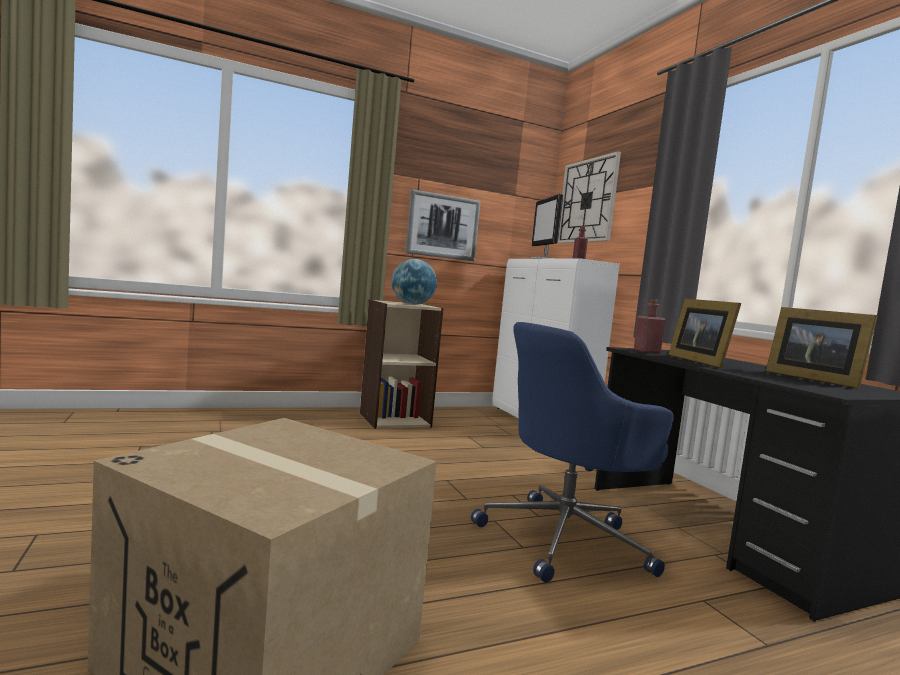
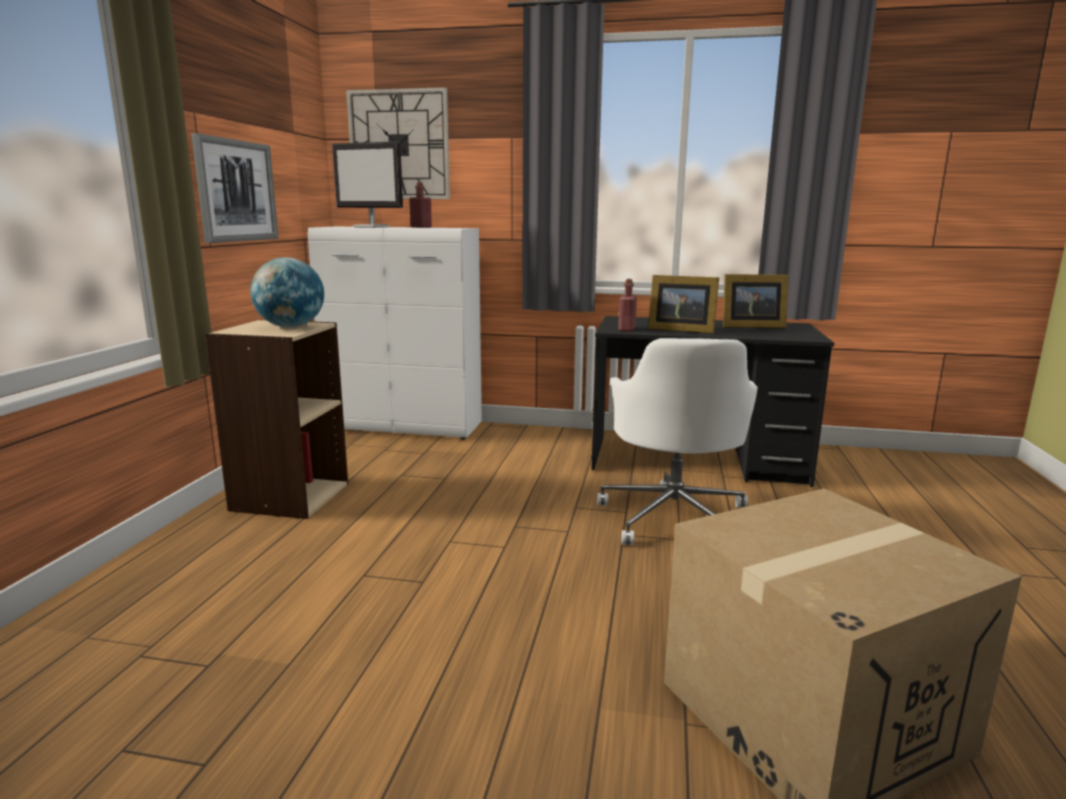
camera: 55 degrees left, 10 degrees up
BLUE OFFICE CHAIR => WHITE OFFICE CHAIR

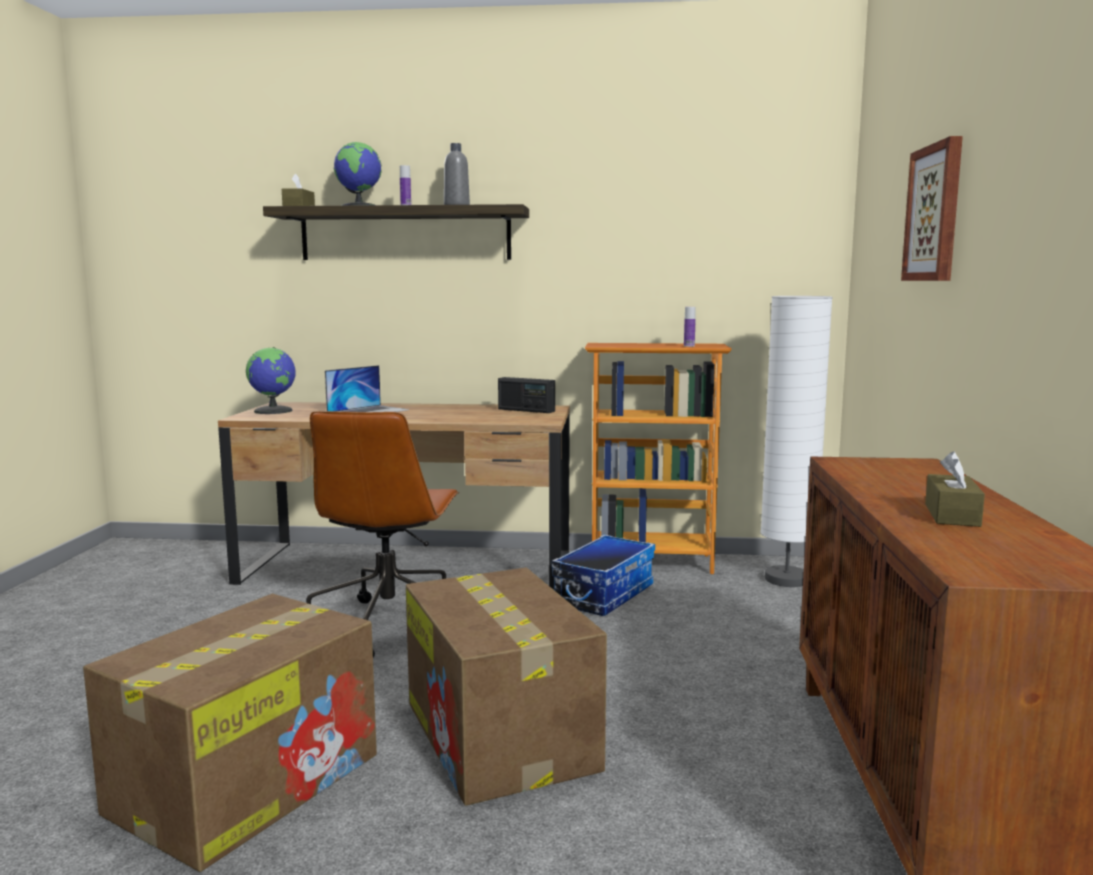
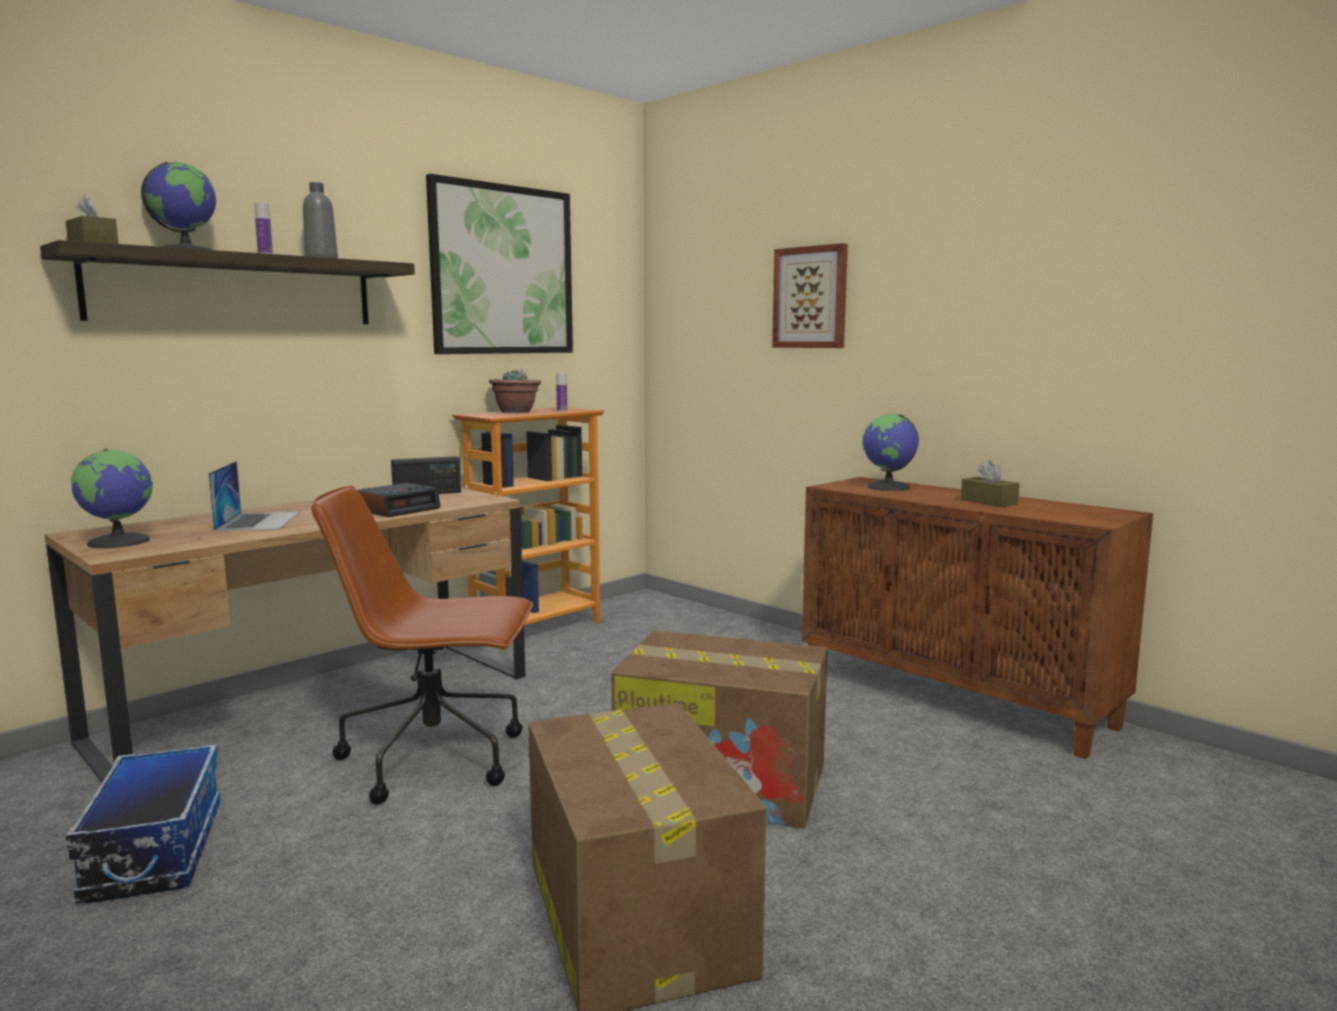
camera: 50 degrees left, 0 degrees up
WHITE FLOOR LAMP => nothing
nothing => ALARM CLOCK
nothing => PICTURE (no. 1 from left)
nothing => POTTED PLANT
nothing => GLOBE (no. 3 from left)
STORAGE BOX, shifted
BROWN OFFICE CHAIR, 135 degrees clockwise

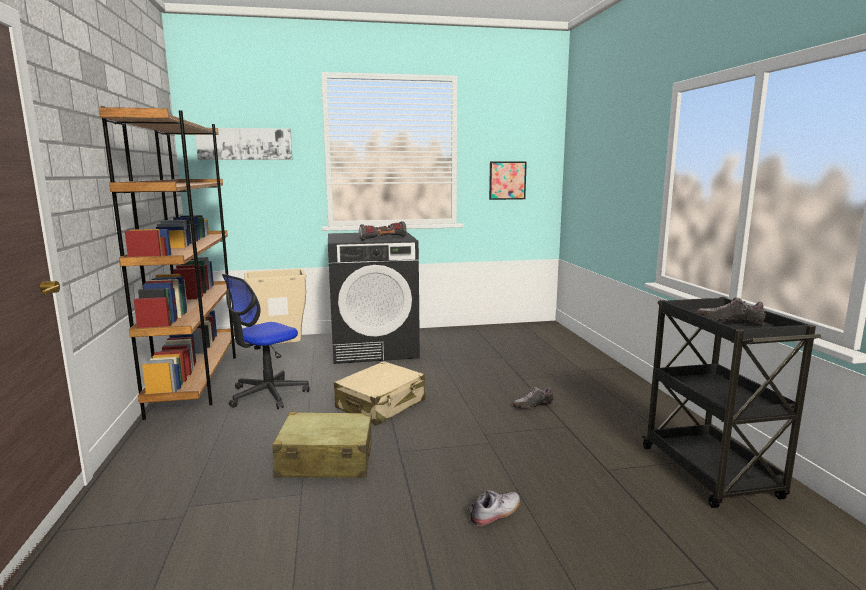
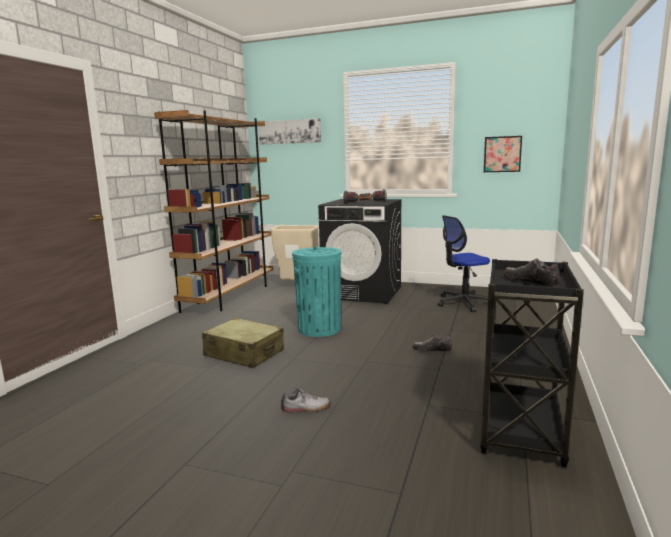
camera: 30 degrees right, 0 degrees up
OFFICE CHAIR, shifted
BEIGE SUITCASE (no. 2 from left) => TURQUOISE TRASH CAN

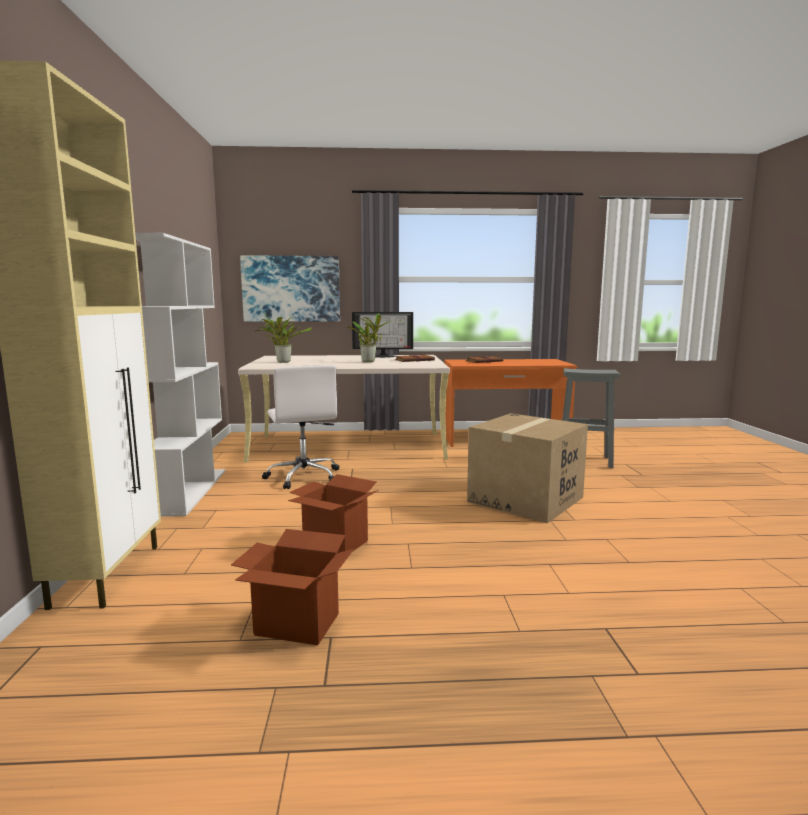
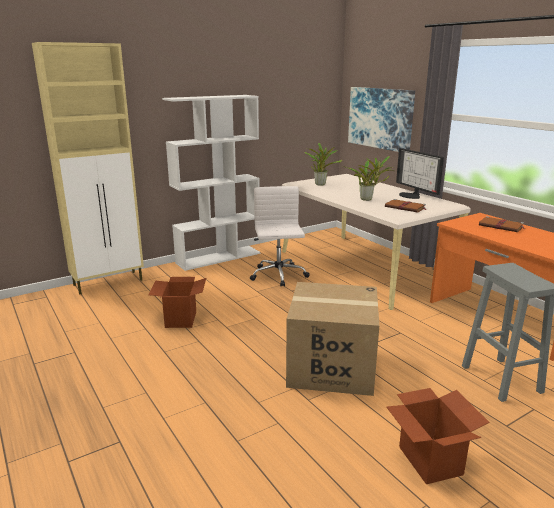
camera: 60 degrees right, 10 degrees up
CARDBOARD BOX (no. 1 from left in the first image) => CARDBOARD BOX (no. 3 from left), shifted
WHITE OFFICE CHAIR, 135 degrees clockwise

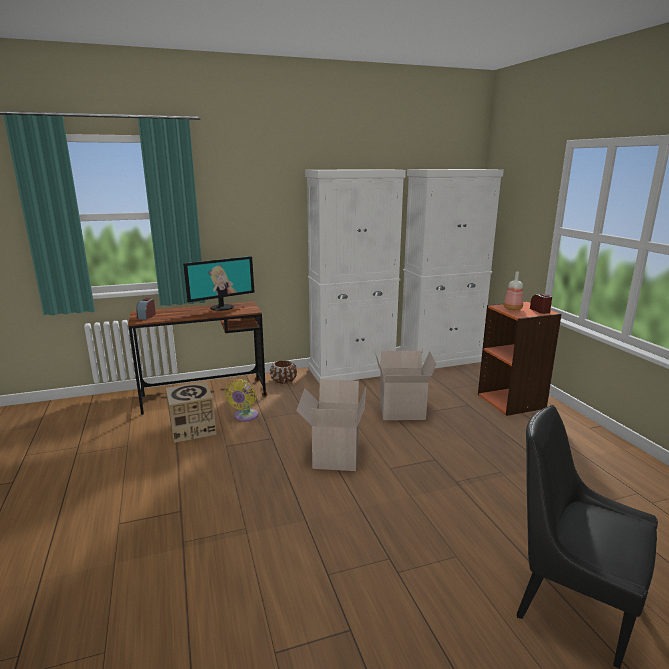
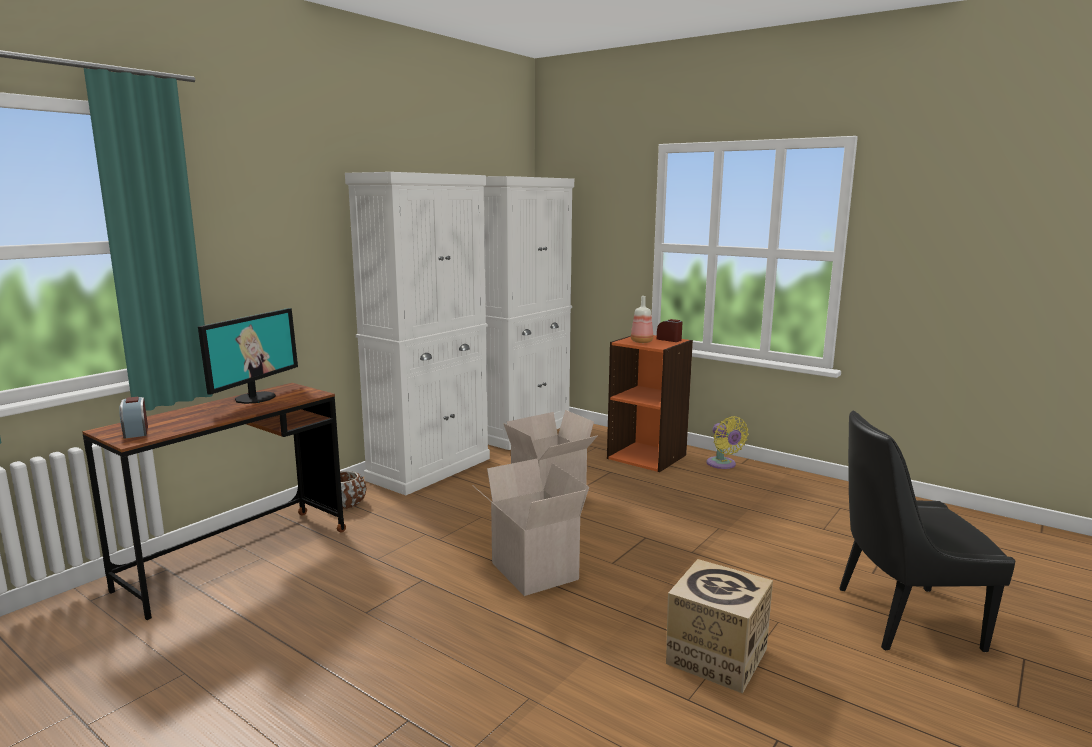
camera: 35 degrees left, 5 degrees down
CARDBOARD BOX (no. 1 from left in the first image) => CARDBOARD BOX (no. 3 from left), shifted
YELLOW FAN, shifted

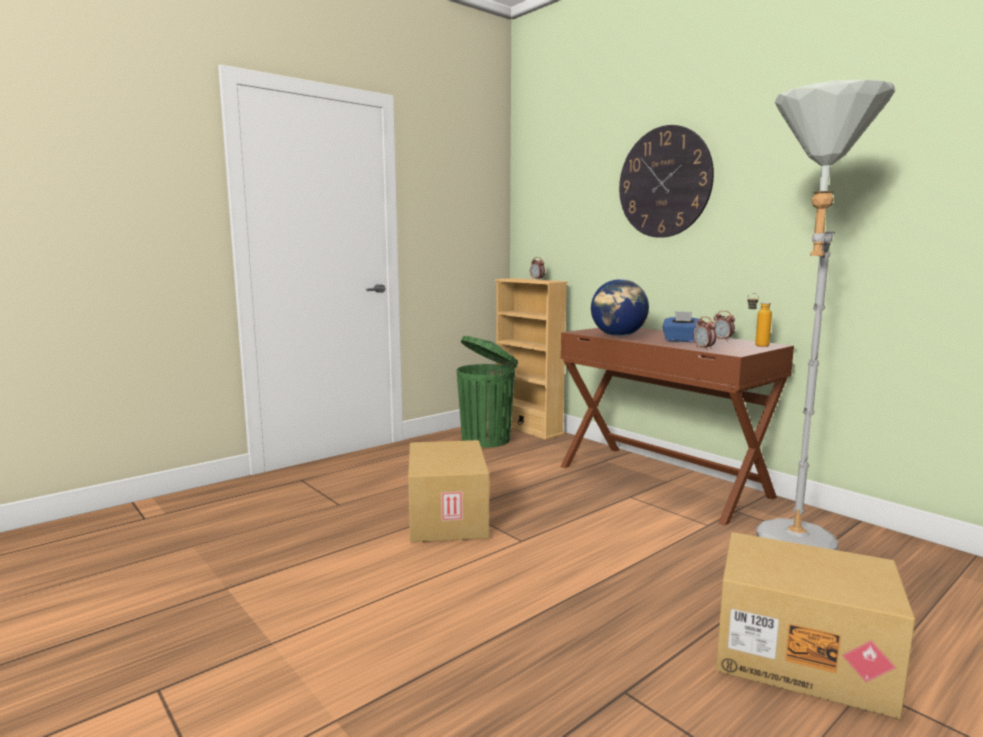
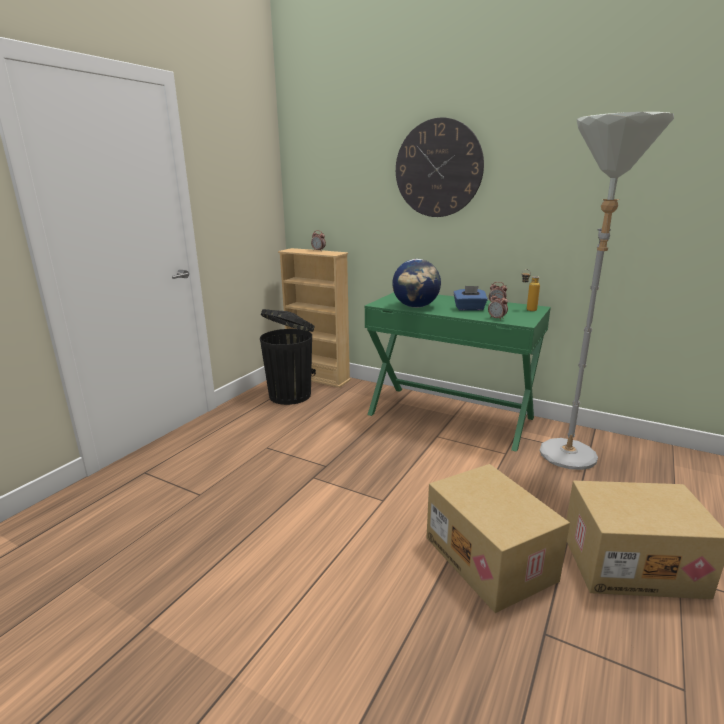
camera: 20 degrees left, 10 degrees up
CARDBOARD BOX (no. 1 from left), shifted
GREEN TRASH CAN => BLACK TRASH CAN
BROWN DESK => GREEN DESK

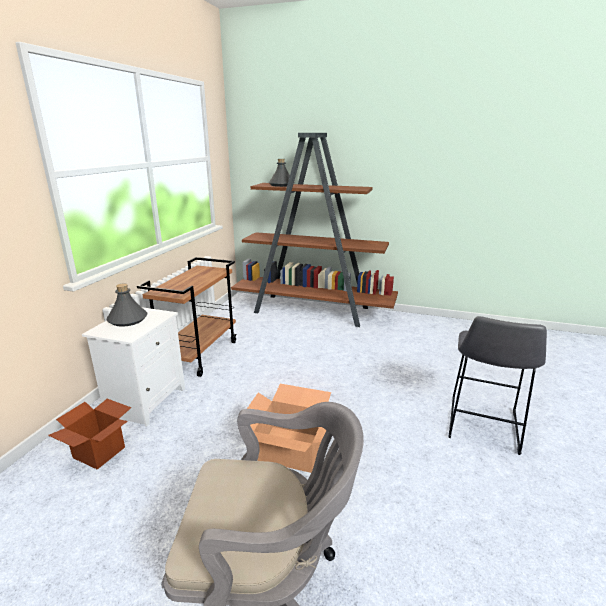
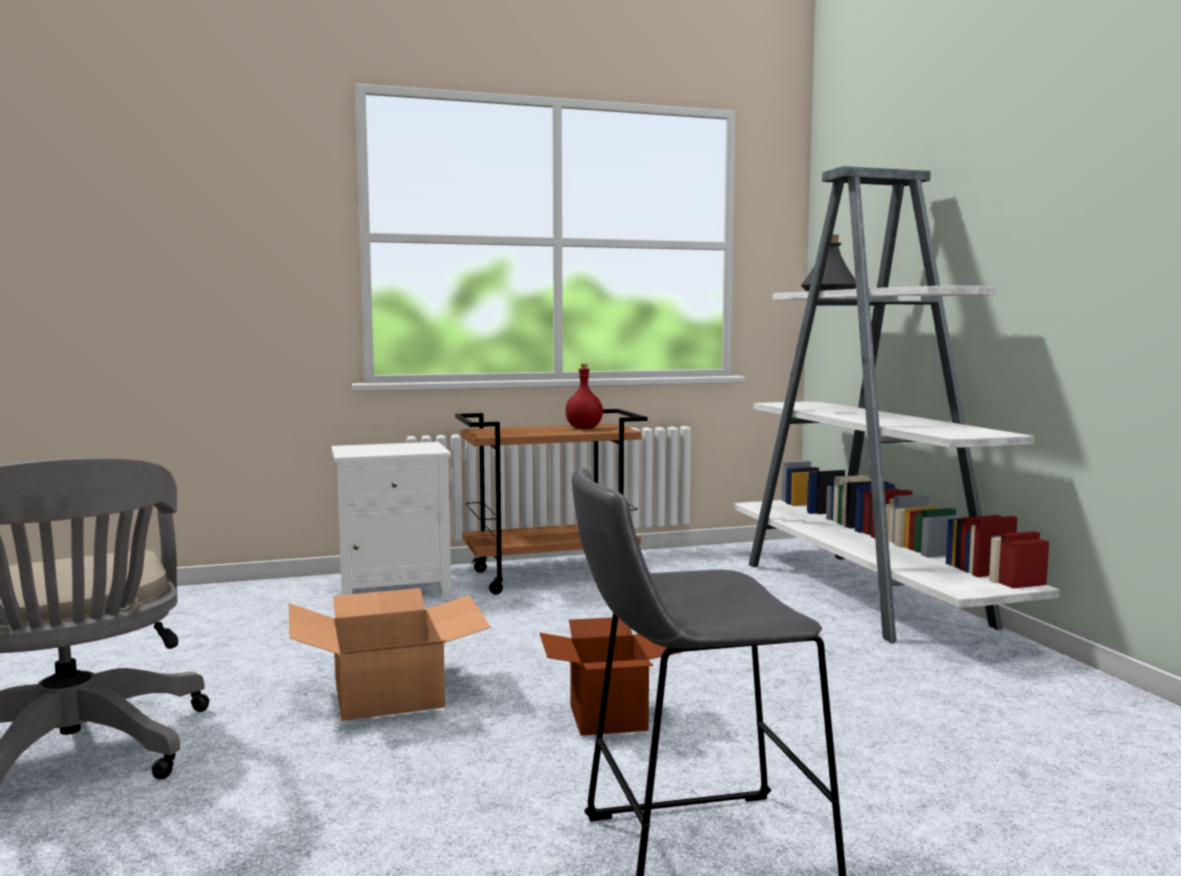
camera: 55 degrees right, 15 degrees down
GREY BOTTLE (no. 1 from left) => nothing
nothing => RED BOTTLE
CARDBOARD BOX (no. 1 from left in the first image) => CARDBOARD BOX (no. 2 from left), shifted
BROWN BOOKCASE => WHITE BOOKCASE

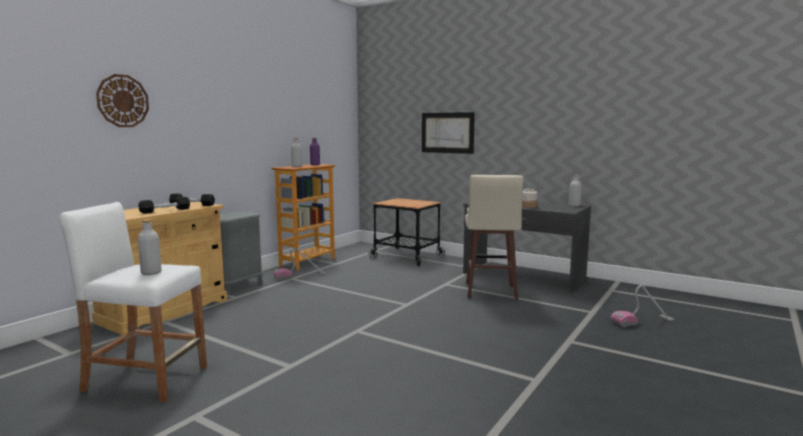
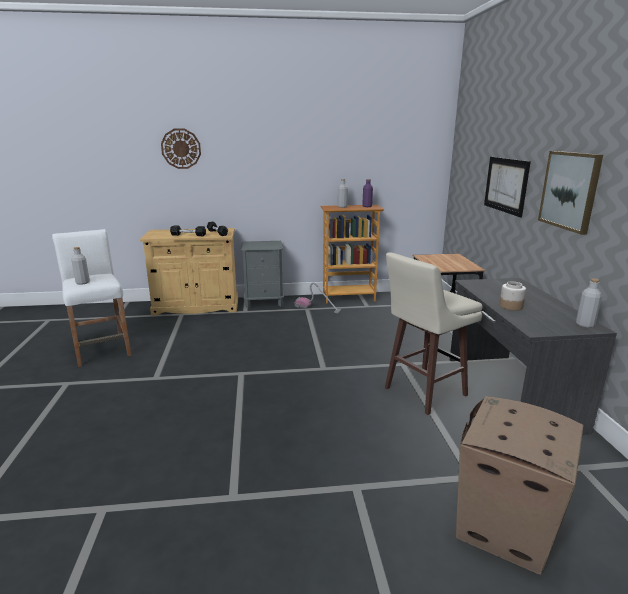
camera: 50 degrees right, 10 degrees up
nothing => PICTURE (no. 2 from left)
VACUUM CLEANER (no. 2 from left) => CARDBOARD BOX

